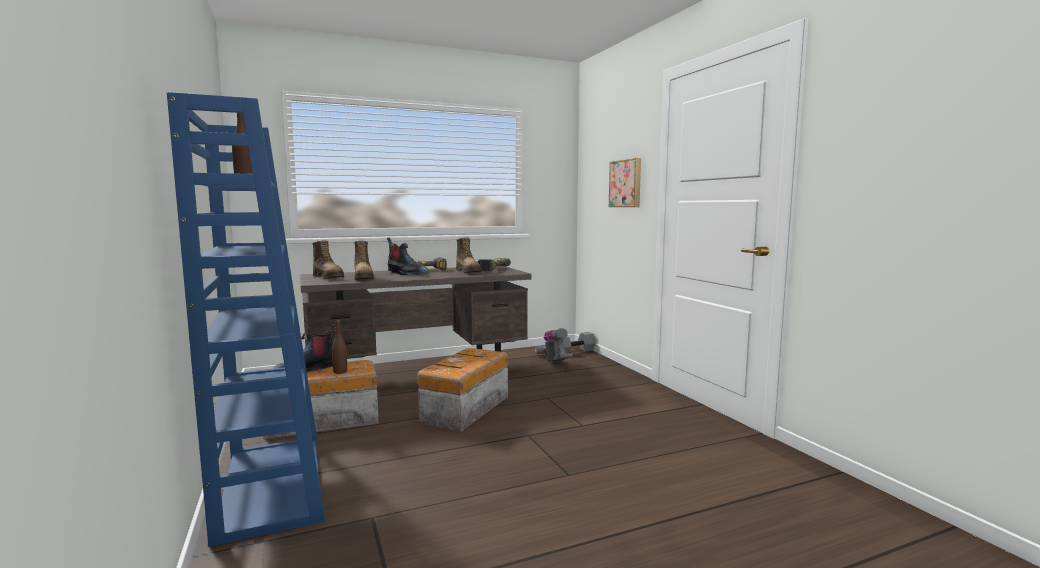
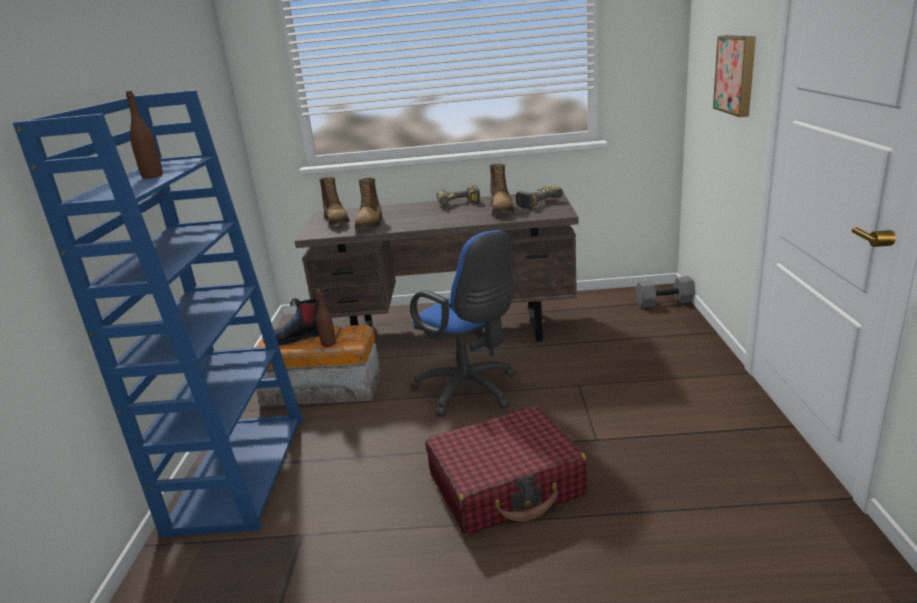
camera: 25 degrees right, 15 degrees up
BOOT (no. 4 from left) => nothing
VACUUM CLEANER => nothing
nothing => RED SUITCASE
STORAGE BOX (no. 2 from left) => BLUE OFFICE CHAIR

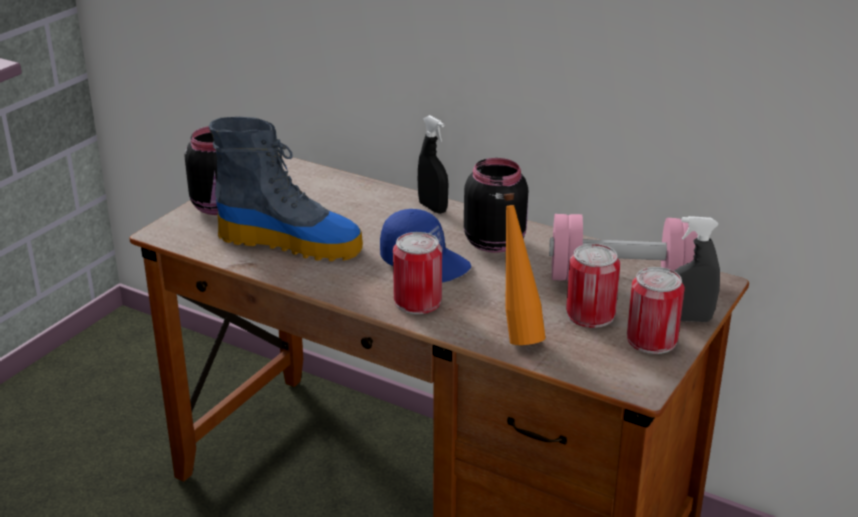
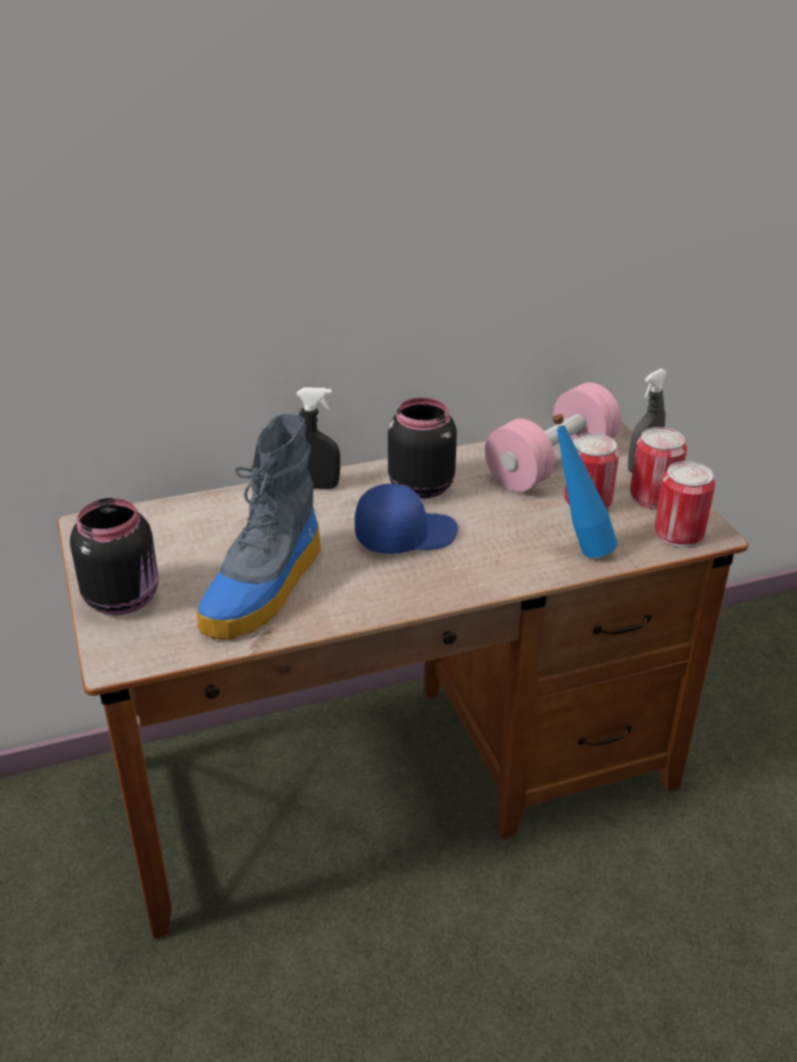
camera: 50 degrees left, 5 degrees up
CAN (no. 1 from left in the first image) => CAN (no. 3 from left), shifted
ORANGE BOTTLE => BLUE BOTTLE
BOOT, 150 degrees clockwise

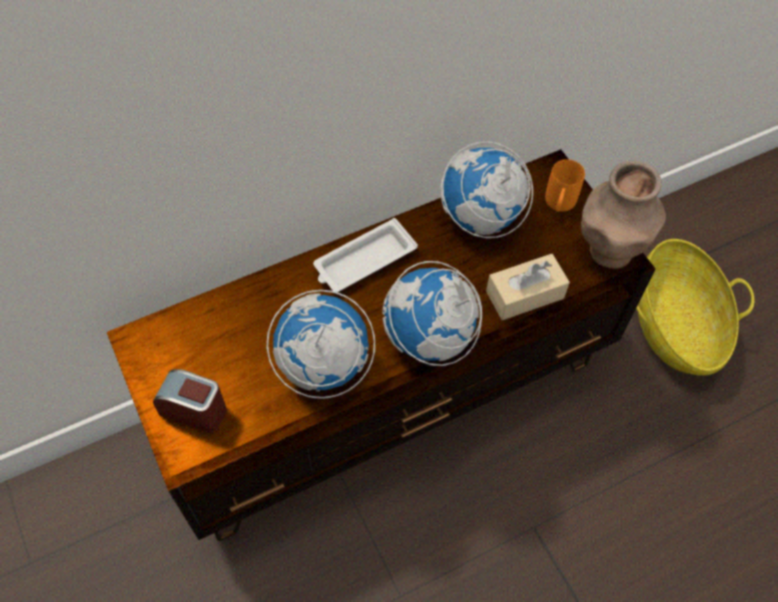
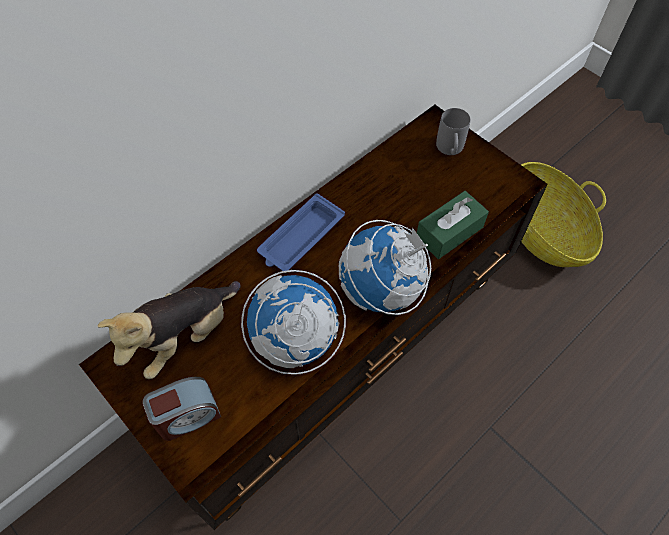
camera: 15 degrees left, 0 degrees up
GLOBE (no. 3 from left) => nothing
BROWN VASE => nothing
nothing => PLUSH TOY
WHITE TRAY => BLUE TRAY
BEIGE TISSUE BOX => GREEN TISSUE BOX
ORANGE MUG => GREY MUG
ALARM CLOCK, 150 degrees clockwise

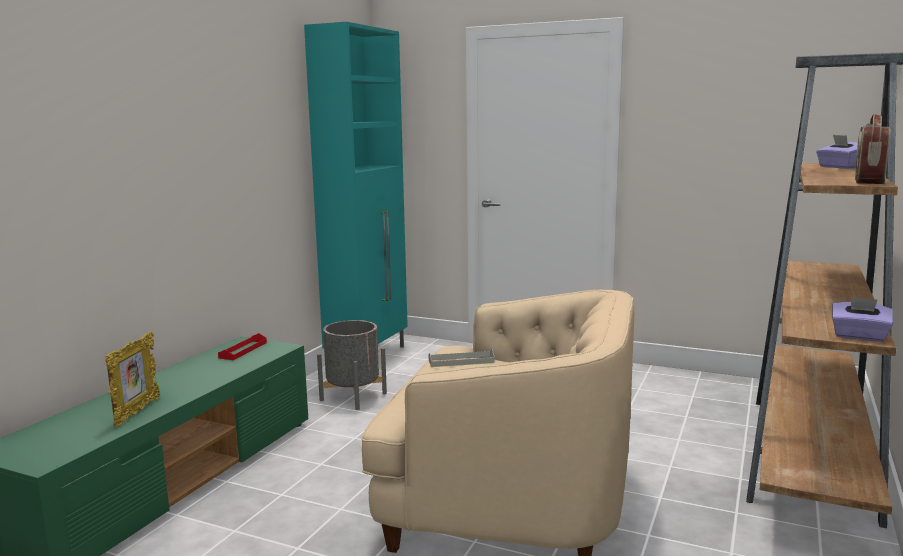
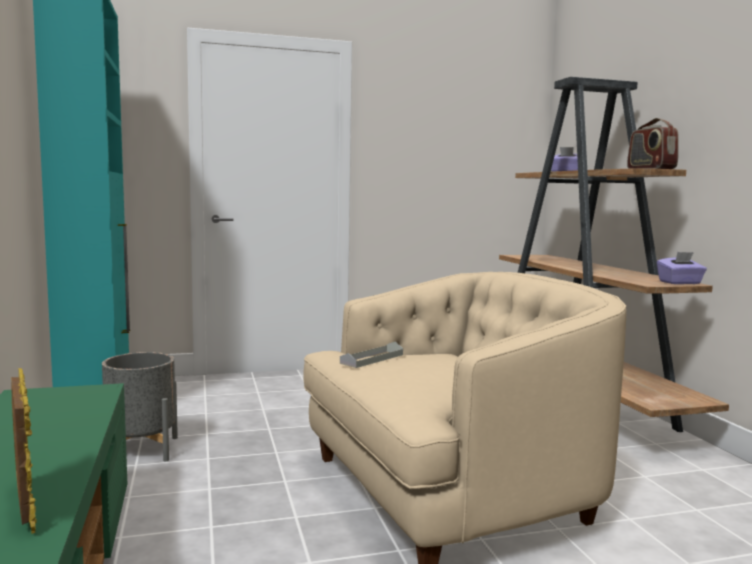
camera: 40 degrees left, 5 degrees down
RED TRAY => nothing

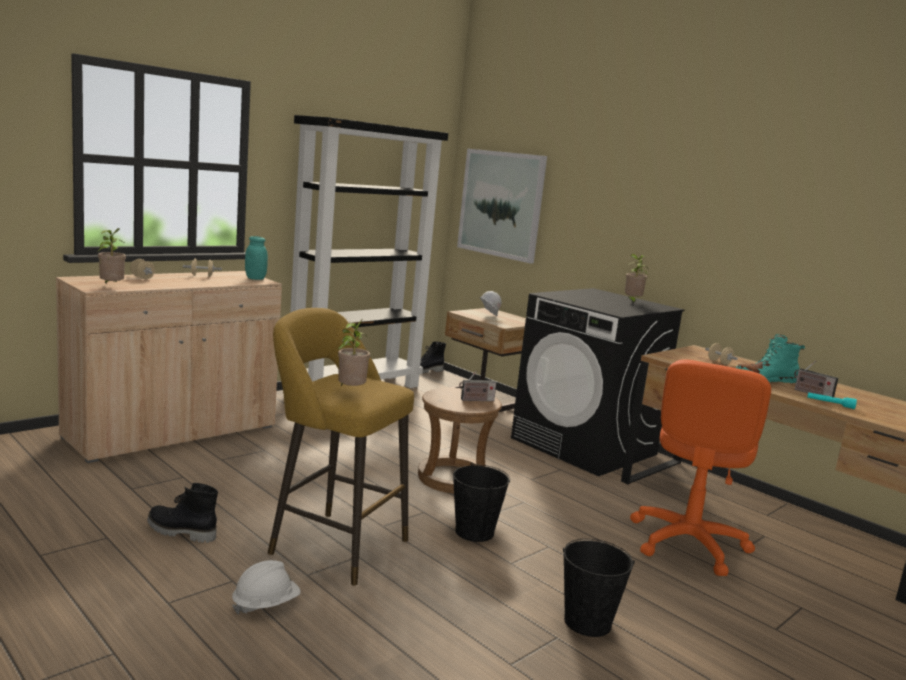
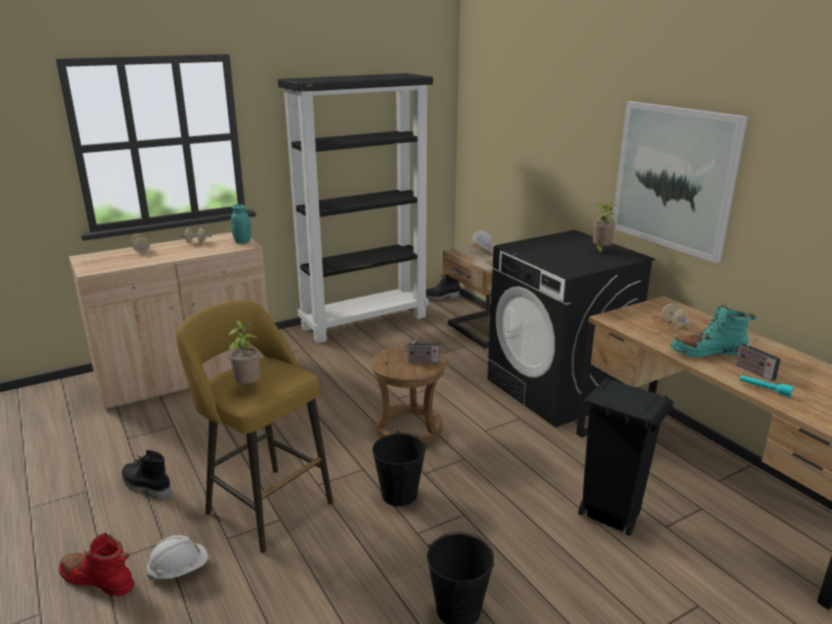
camera: 15 degrees right, 10 degrees up
POTTED PLANT (no. 1 from left) => nothing
nothing => RED BOOT
PICTURE, shifted
ORANGE OFFICE CHAIR => BLACK TRASH CAN

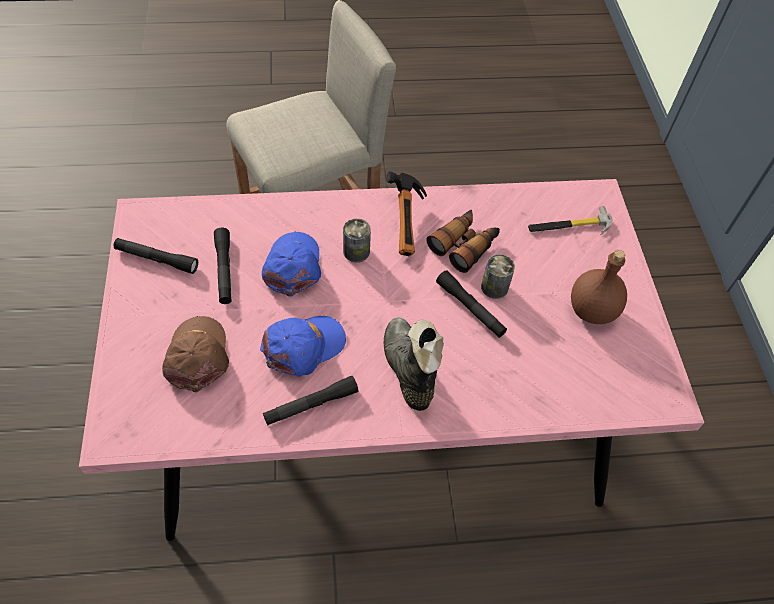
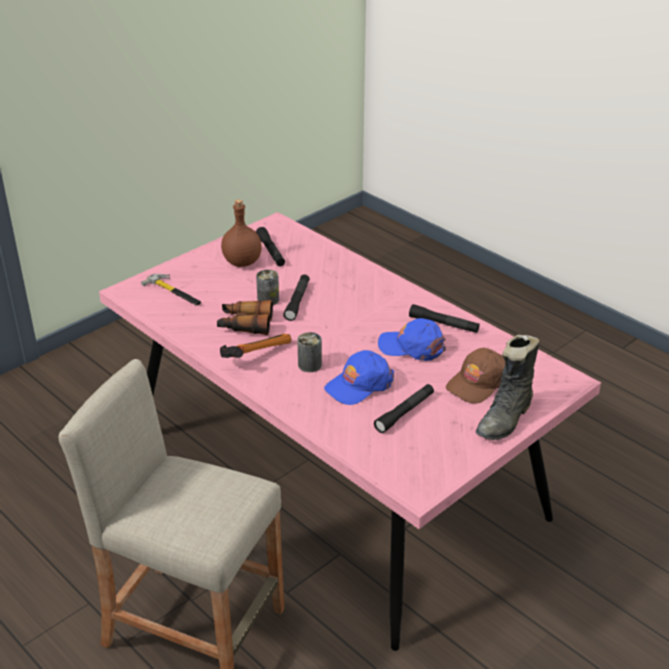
camera: 125 degrees left, 20 degrees down
BLACK FLASHLIGHT (no. 1 from left), shifted
BLACK BOOT, shifted

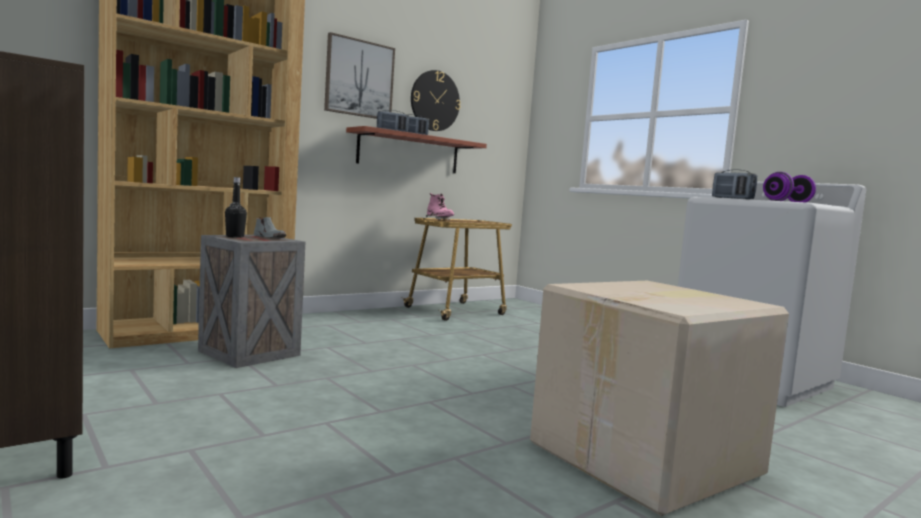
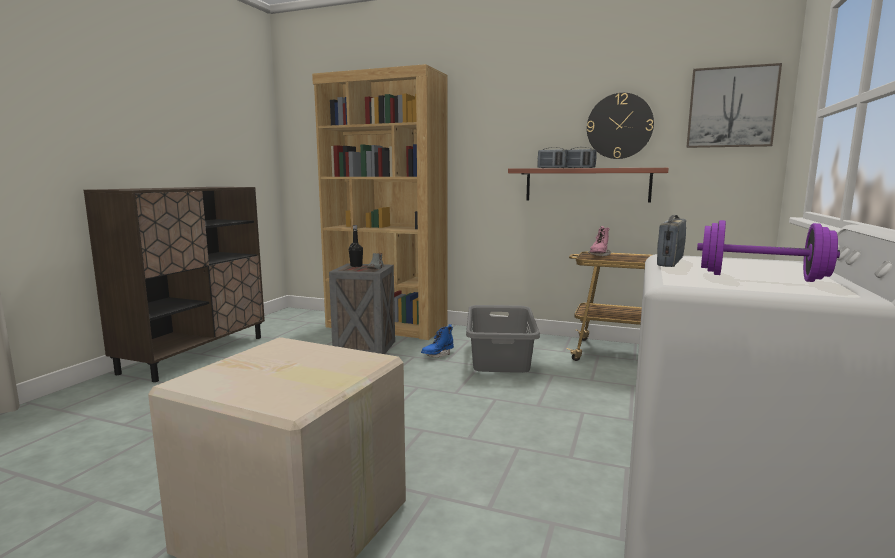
camera: 60 degrees right, 5 degrees up
nothing => BLUE BOOT
nothing => GREY LAUNDRY BASKET
PICTURE, shifted

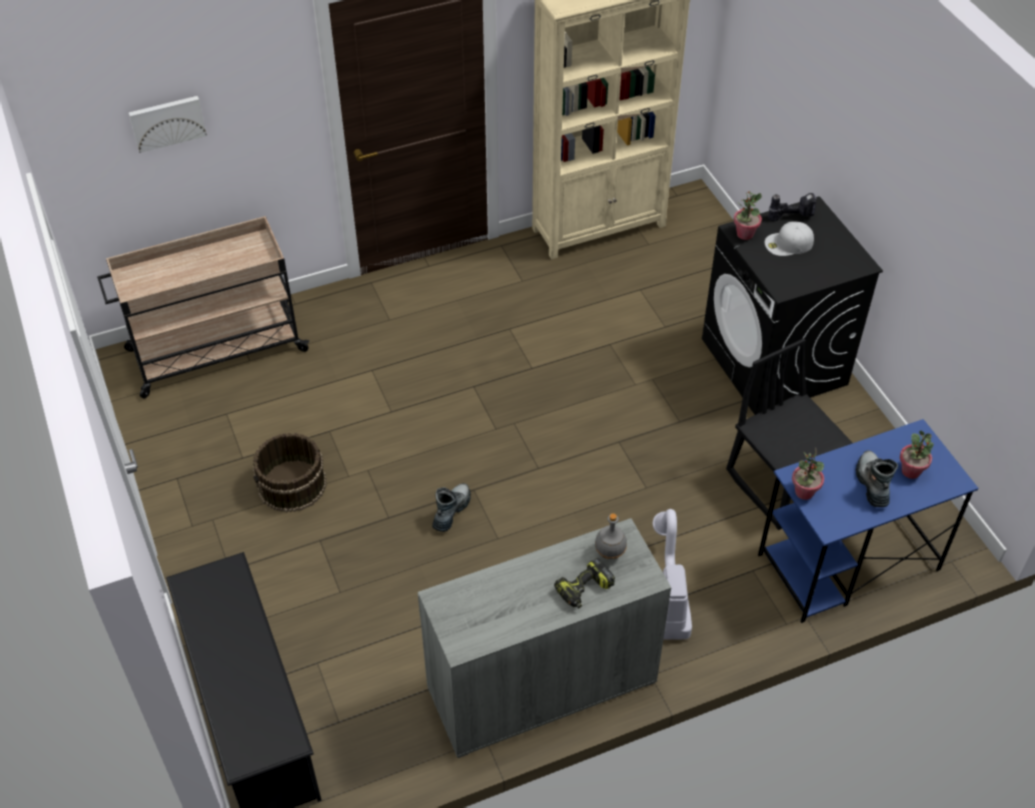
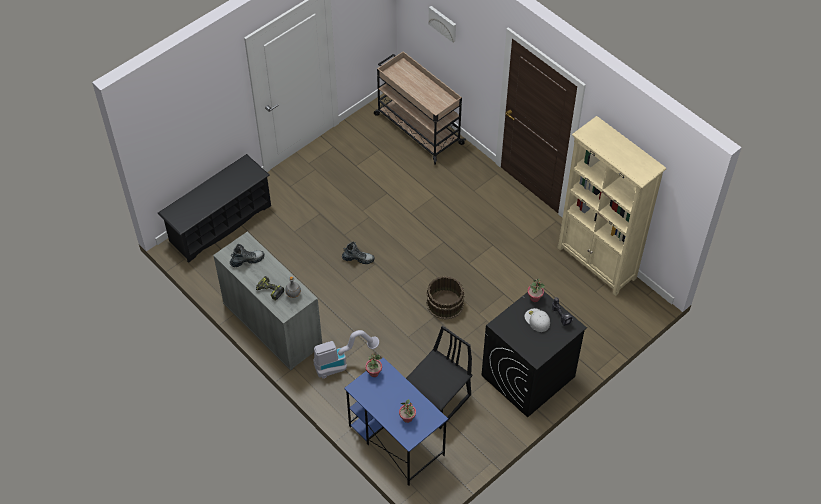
camera: 70 degrees right, 5 degrees up
BROWN BUCKET, shifted
BOOT (no. 2 from left in the first image) => BOOT (no. 1 from left), shifted

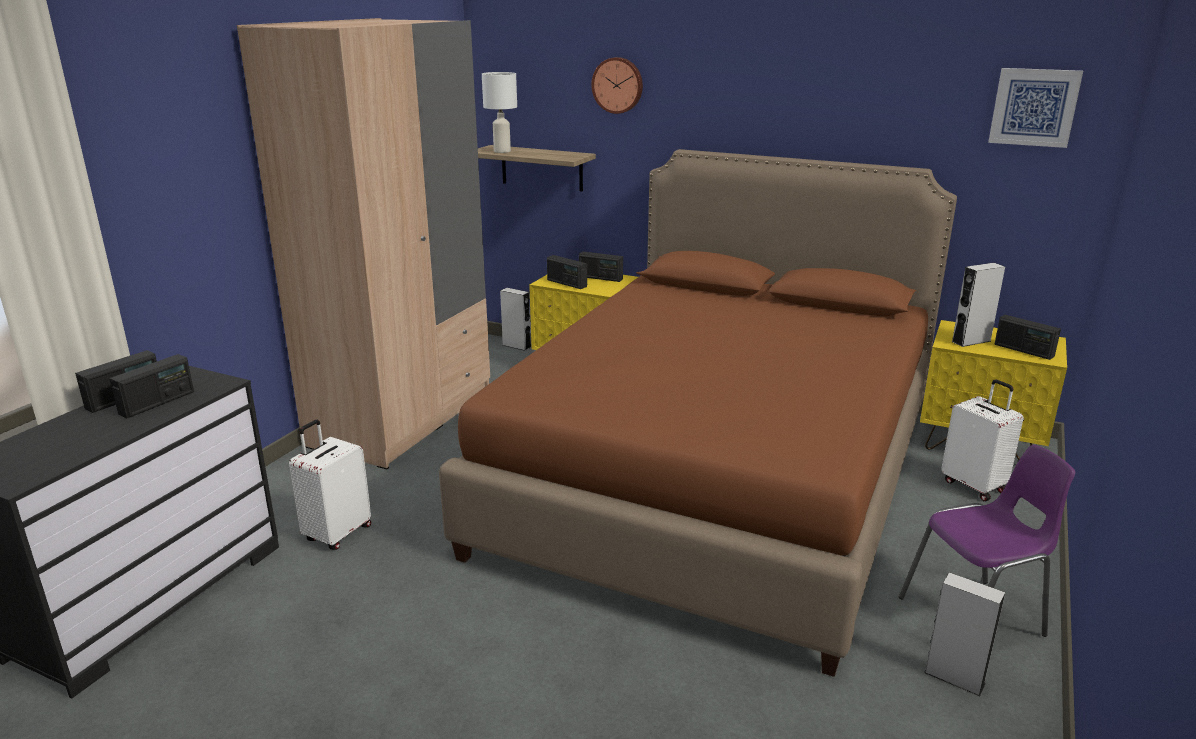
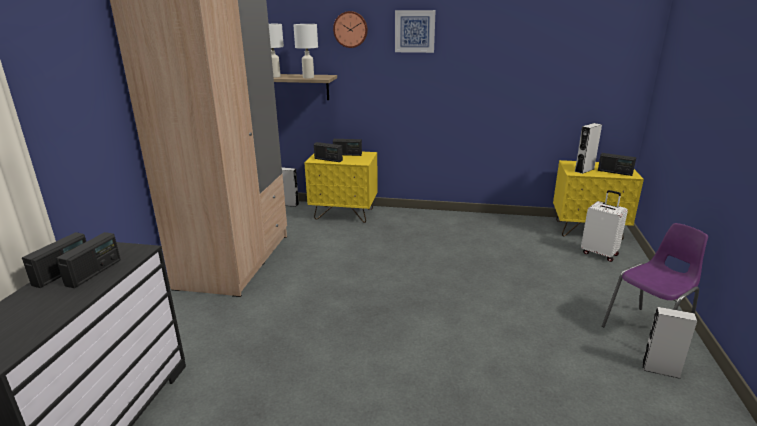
camera: 15 degrees left, 0 degrees up
WHITE SUITCASE (no. 1 from left) => nothing
BROWN BED => nothing
nothing => WHITE TABLE LAMP (no. 2 from left)
PICTURE, shifted

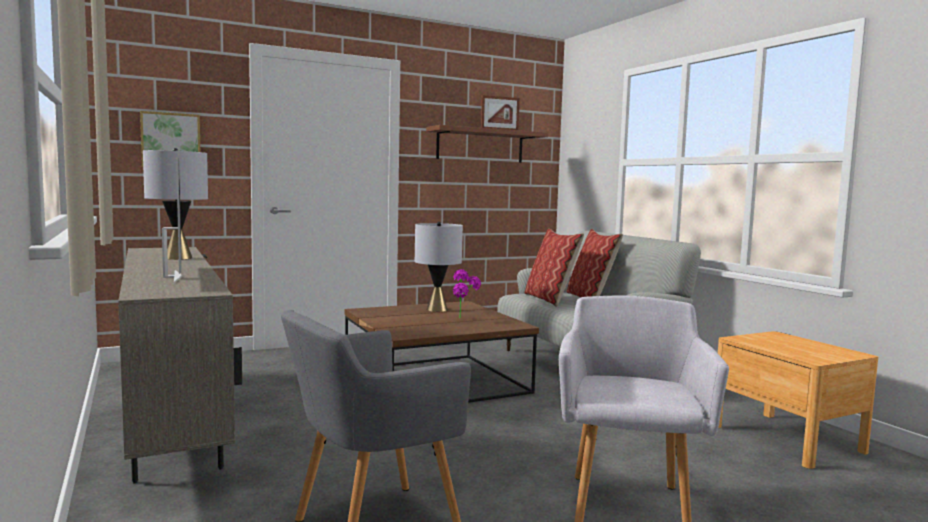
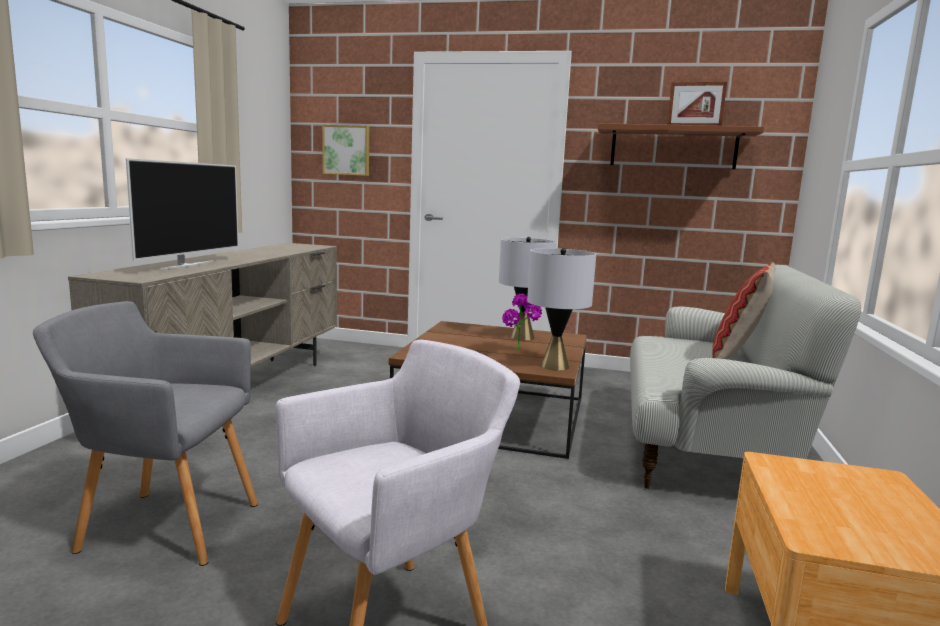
camera: 40 degrees right, 5 degrees up
PILLOW (no. 1 from left) => nothing
GREY TABLE LAMP (no. 1 from left in the first image) => GREY TABLE LAMP (no. 2 from left), shifted

